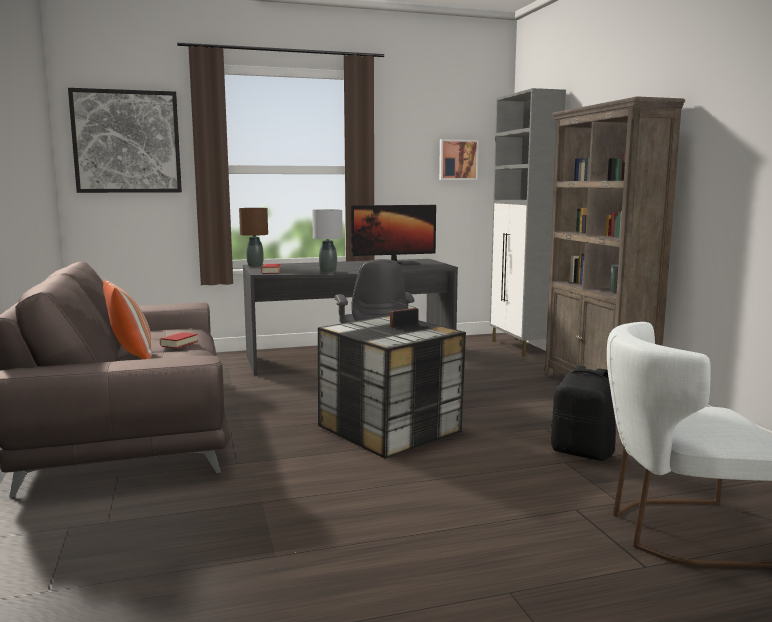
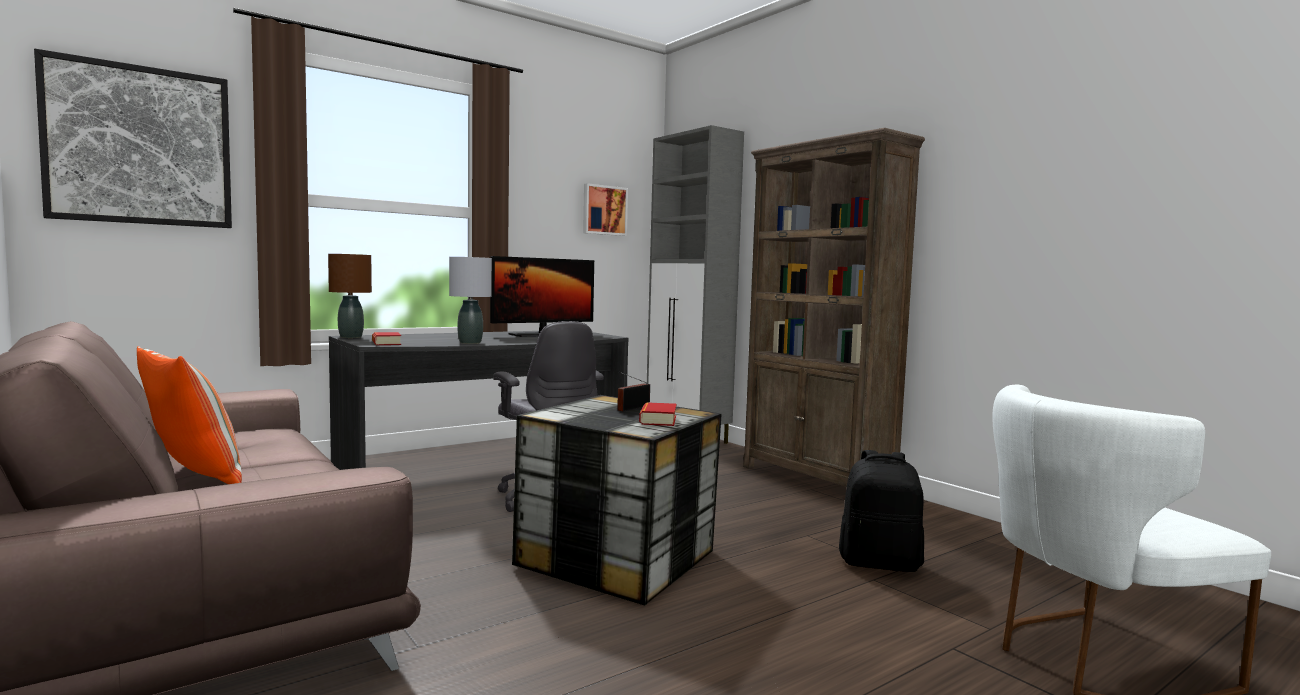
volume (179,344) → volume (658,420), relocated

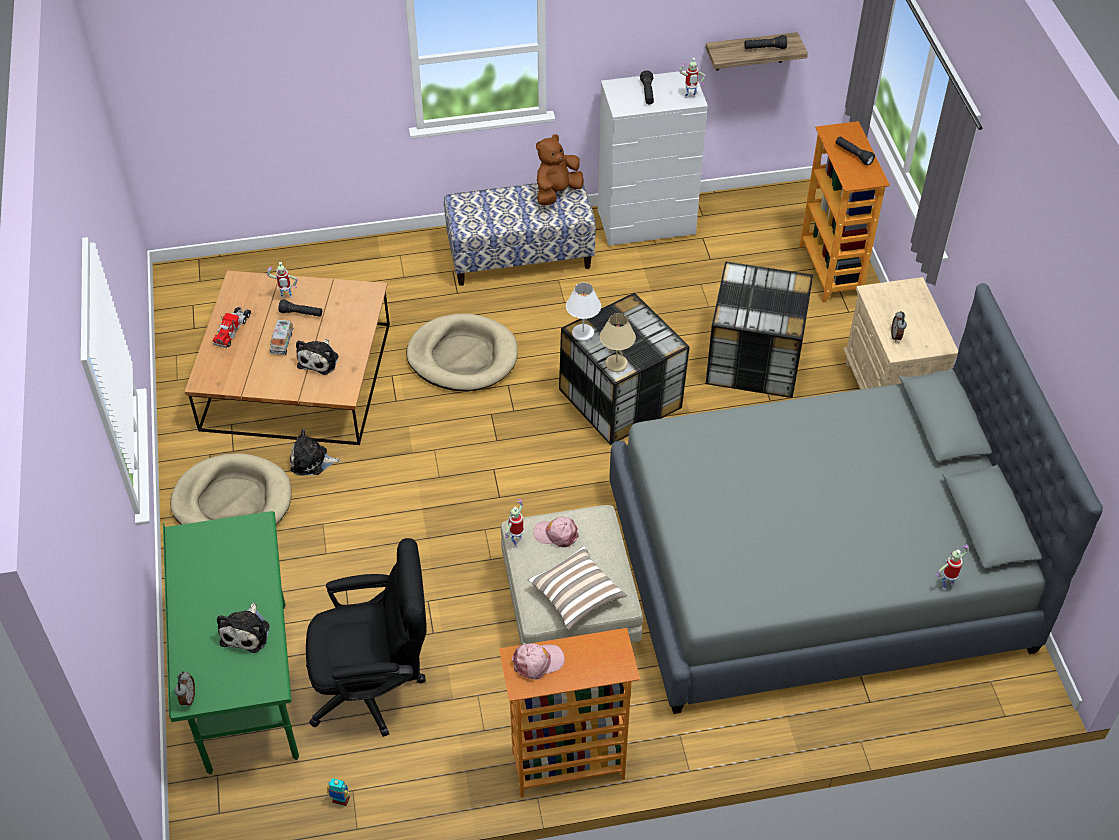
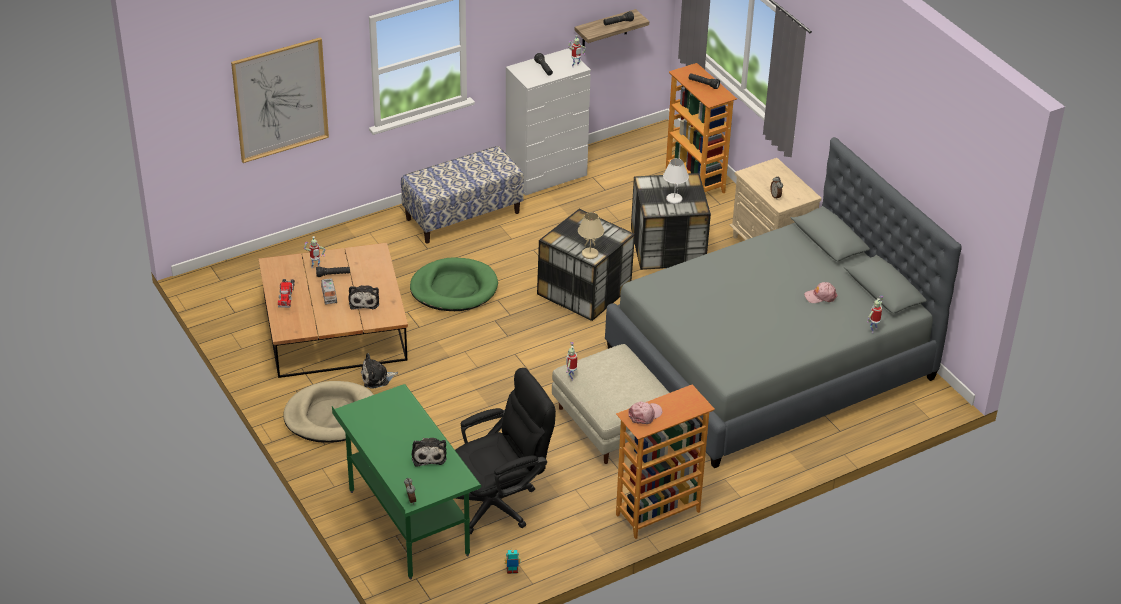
pillow (576,595) → -
cuddly toy (brown) (557,192) → -
- → picture (280,99)
peaked cap (pinkish) (556,534) → peaked cap (pinkish) (820,296), relocated
tabletop lamp (whitish) (582,333) → tabletop lamp (whitish) (673,199), relocated
pet bed (beige-coloured) (463,356) → pet bed (green-coloured) (454,288)

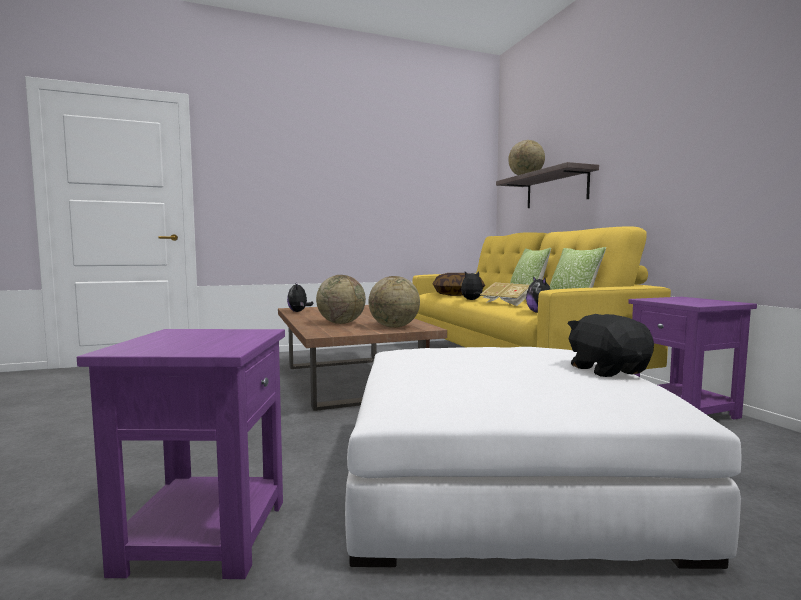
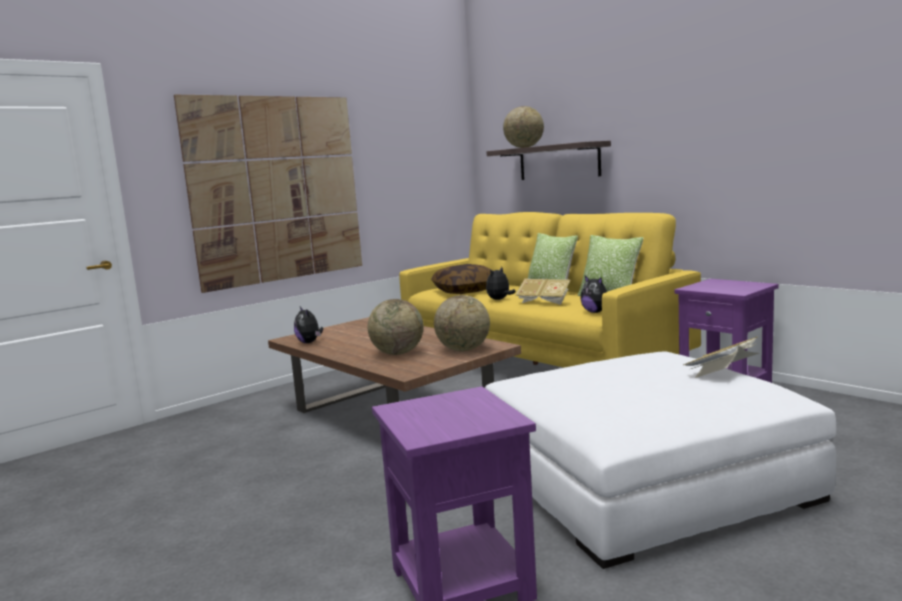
- → picture (276,189)
cuddly toy (blackish) (607,370) → volume (723,373)

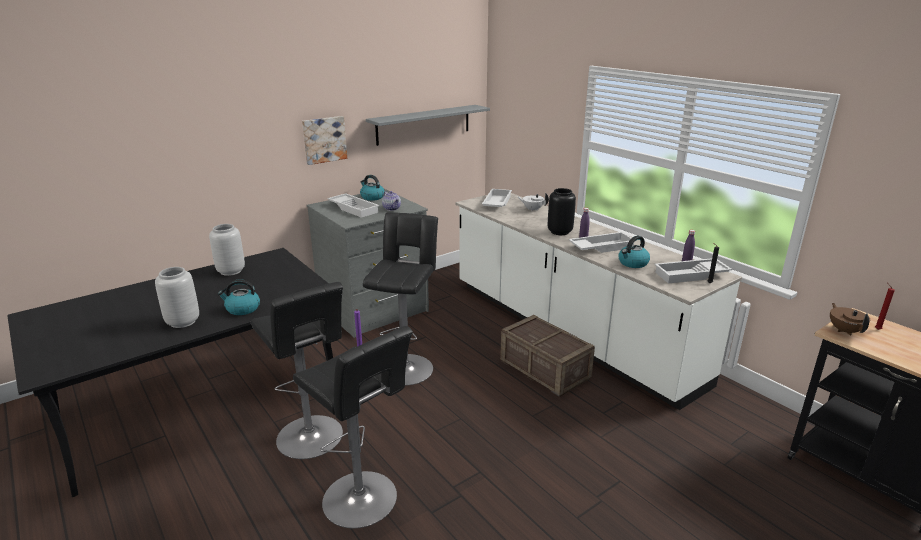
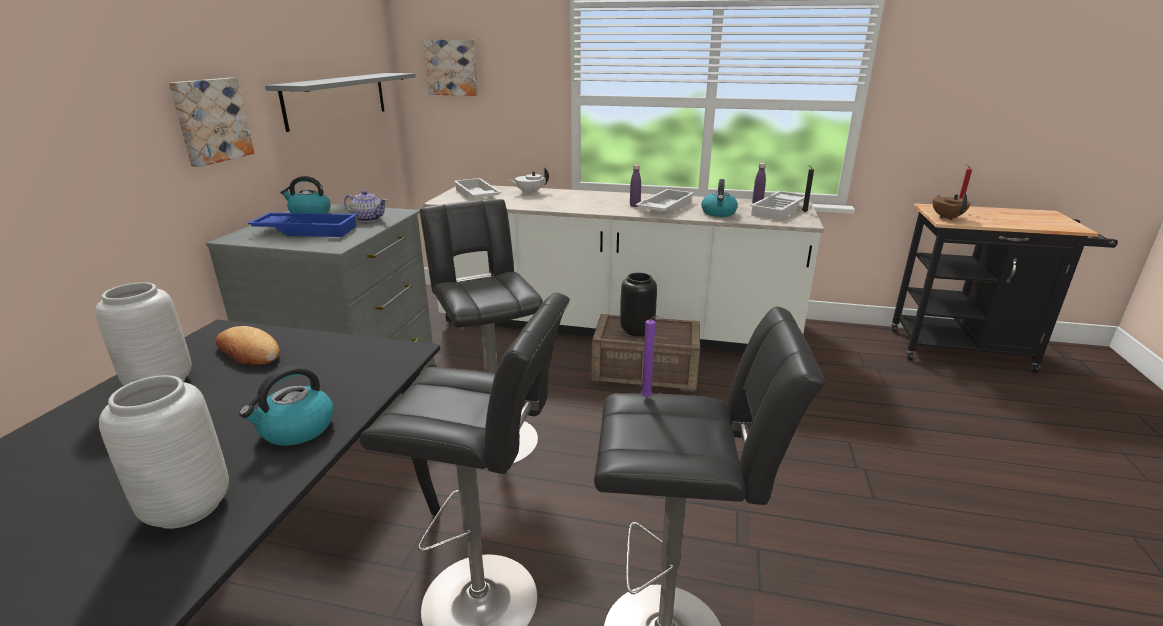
- → baked bread (249,352)
- → picture (452,67)
flower vase (blackish) (559,232) → flower vase (blackish) (636,330), relocated
tray (whitish) (354,208) → tray (blue) (307,230)
pot for tea (brown) (845,330) → pot for tea (brown) (947,217), 45 degrees clockwise

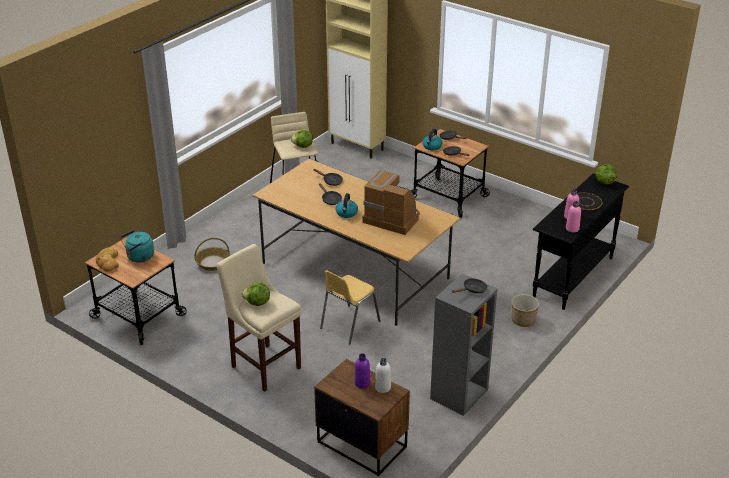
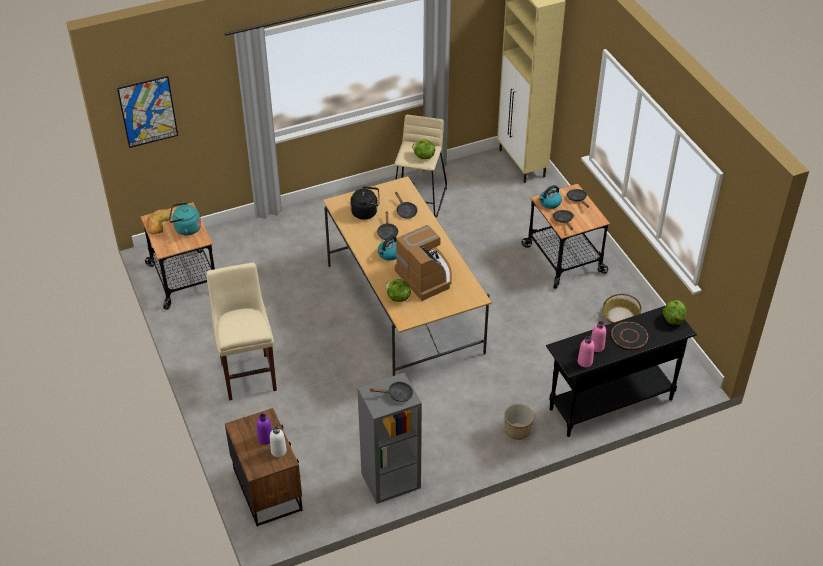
upright chair (yellow) (349,325) → -
- → picture (148,112)
- → kettle (blackish) (366,212)
storage basket (212,263) → storage basket (620,316), relocated
lettuce (257,303) → lettuce (397,298), relocated

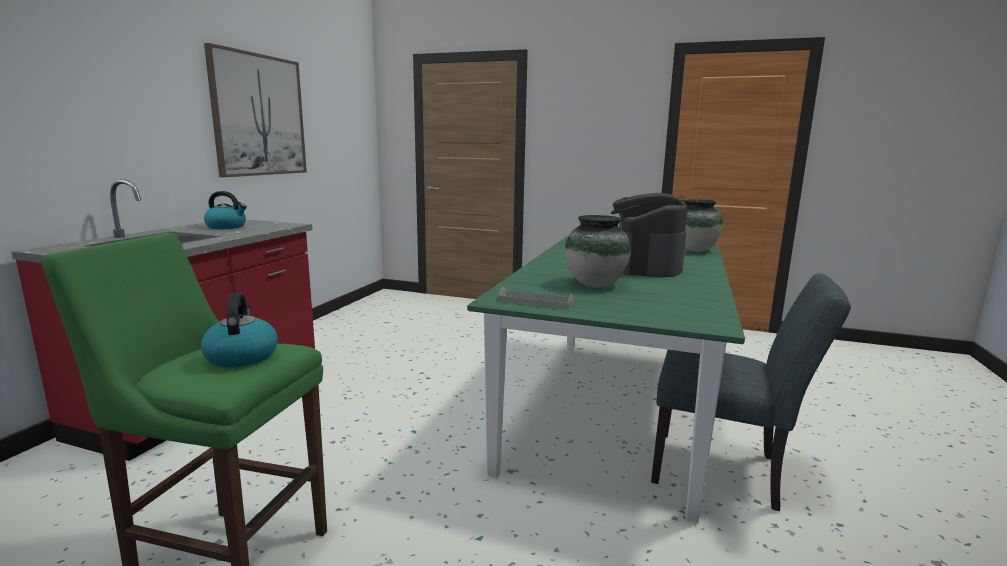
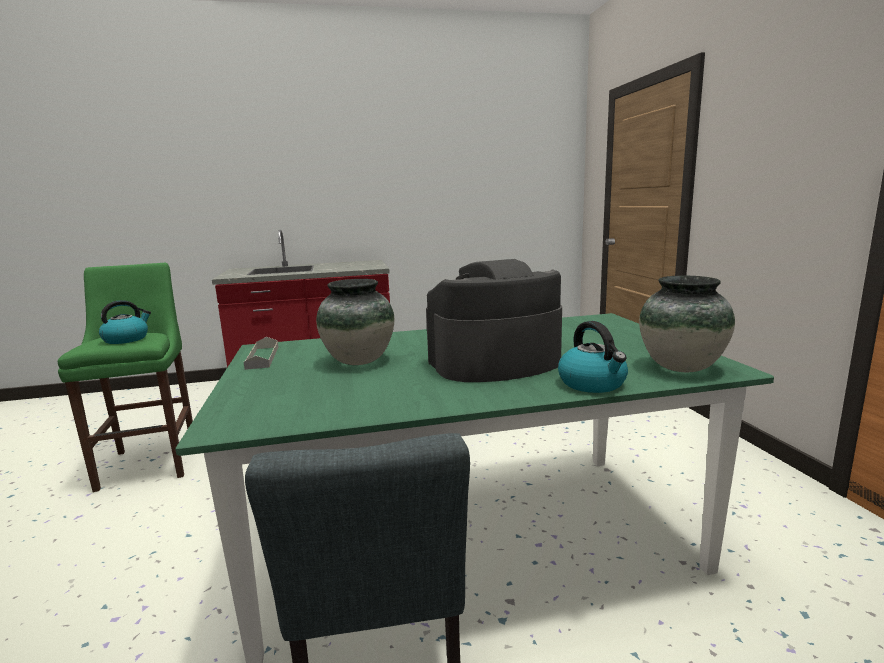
picture (259,115) → -
kettle (227,227) → kettle (593,384), relocated

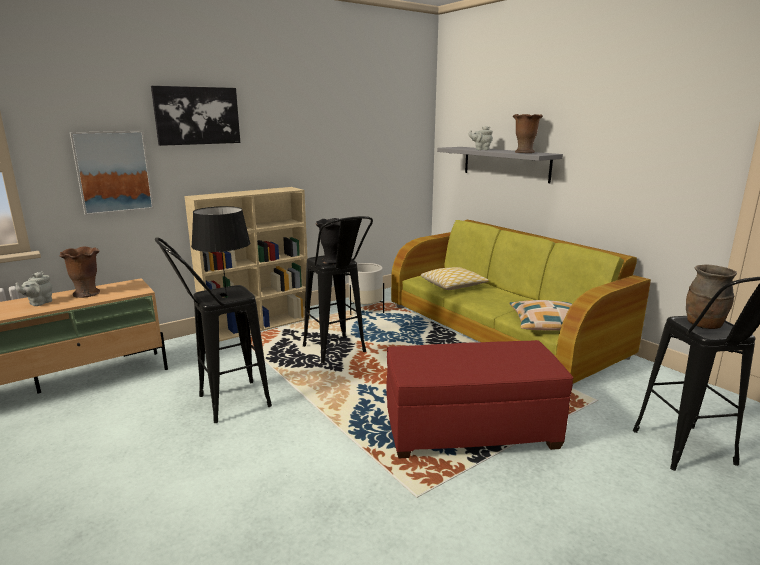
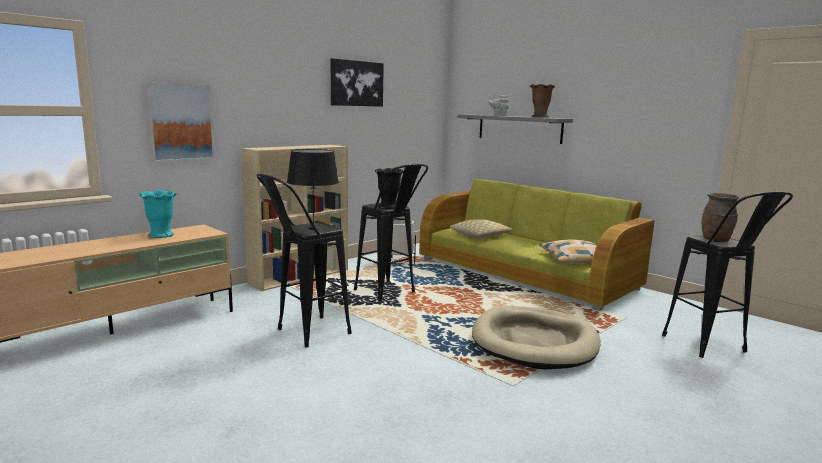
pot for tea (grey) (39,303) → -
picture (197,115) → picture (356,83), relocated
ottoman (red-coloured) (470,431) → pet bed (beige-coloured) (534,342)
flower vase (brown) (87,293) → flower vase (turquoise) (161,235)

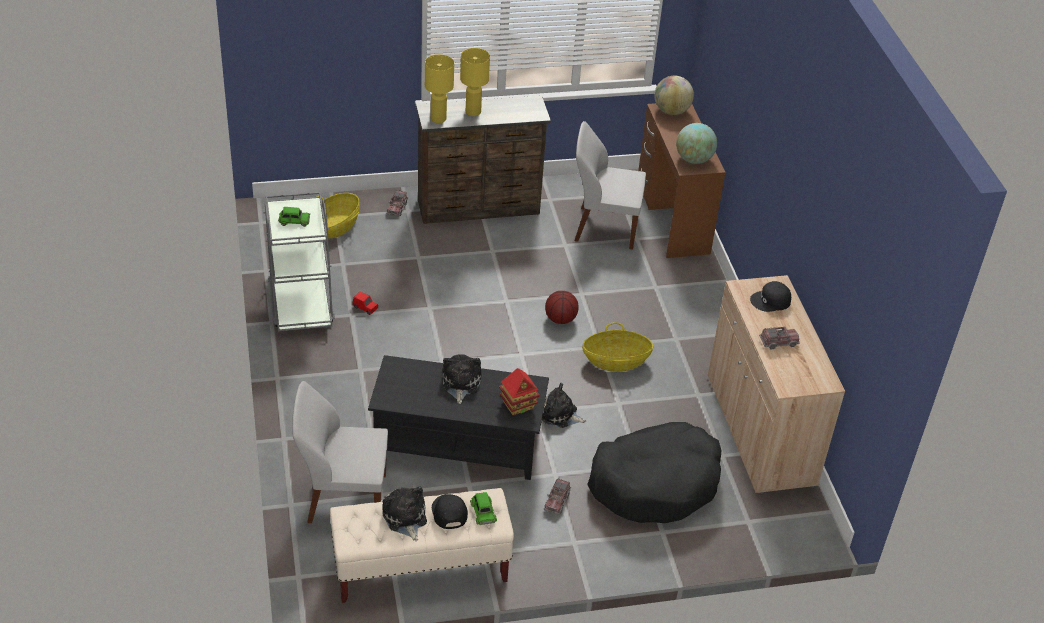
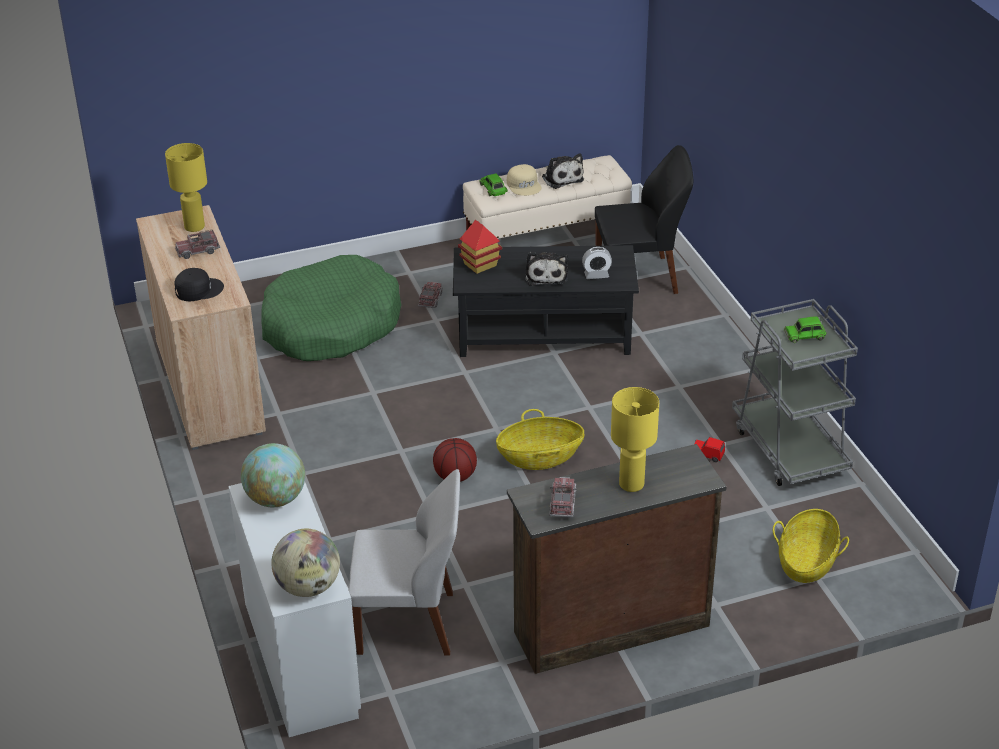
cuddly toy (560,415) → -
- → alarm clock (596,275)
model truck (397,208) → model truck (562,504), relocated
tabletop lamp (yellow) (438,118) → tabletop lamp (yellow) (195,227), relocated
storage basket (615,361) → storage basket (540,457), relocated
upright chair (whitish) (344,498) → upright chair (blackish) (639,277)
peaked cap (blackish) (448,512) → peaked cap (beige-coloured) (524,185)
pet bed (blackish) (655,483) → pet bed (green-coloured) (330,326)
desk table (brown) (673,218) → desk table (whitish) (300,658)

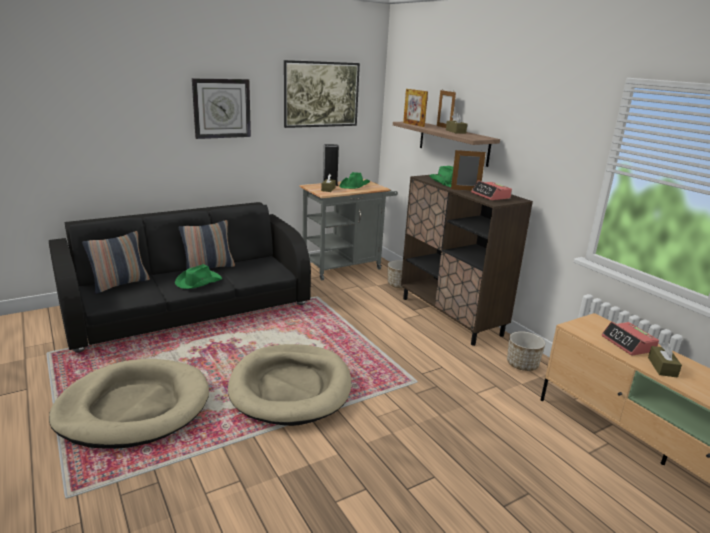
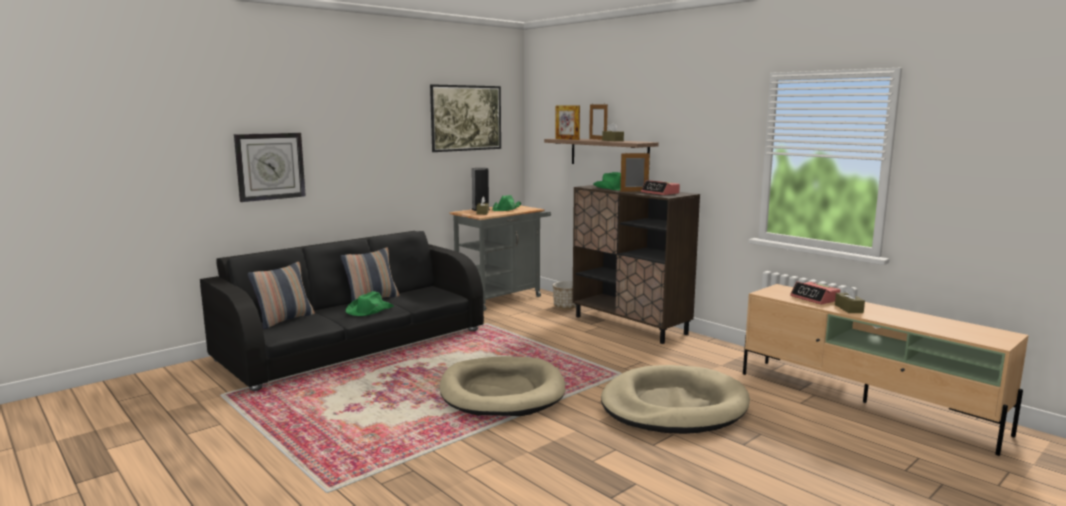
flower pot (522,365) → -
pet bed (beige-coloured) (134,407) → pet bed (beige-coloured) (673,406), relocated
clock on the wall (221,108) → clock on the wall (270,166), relocated

